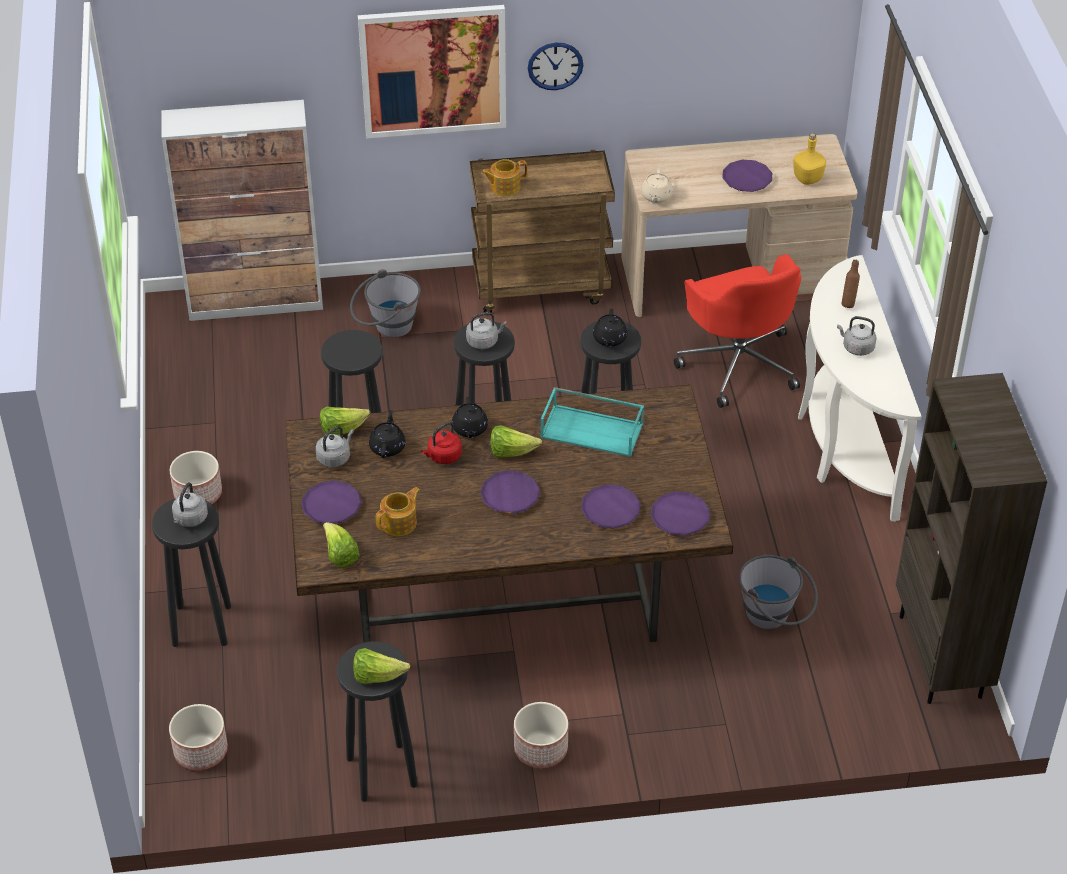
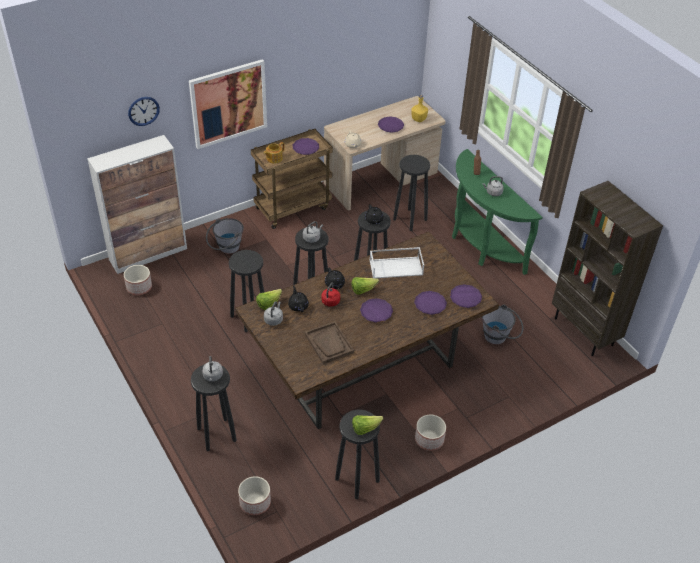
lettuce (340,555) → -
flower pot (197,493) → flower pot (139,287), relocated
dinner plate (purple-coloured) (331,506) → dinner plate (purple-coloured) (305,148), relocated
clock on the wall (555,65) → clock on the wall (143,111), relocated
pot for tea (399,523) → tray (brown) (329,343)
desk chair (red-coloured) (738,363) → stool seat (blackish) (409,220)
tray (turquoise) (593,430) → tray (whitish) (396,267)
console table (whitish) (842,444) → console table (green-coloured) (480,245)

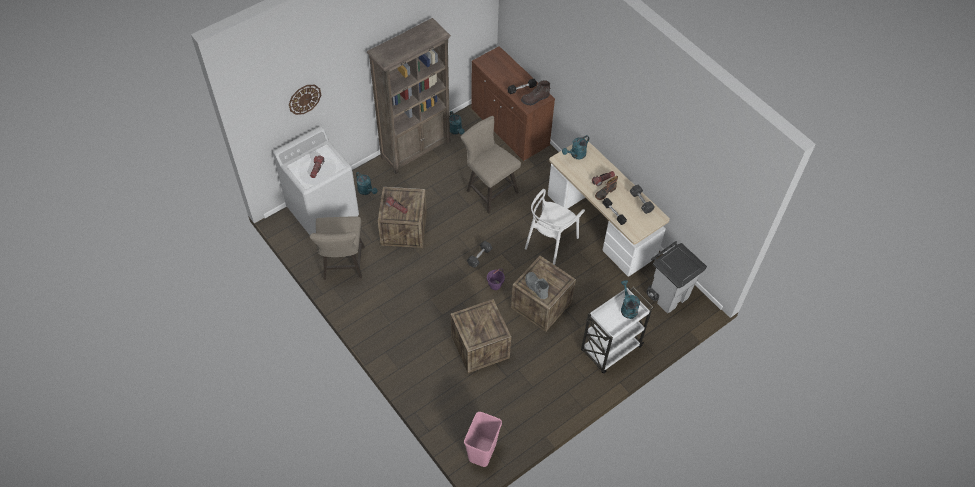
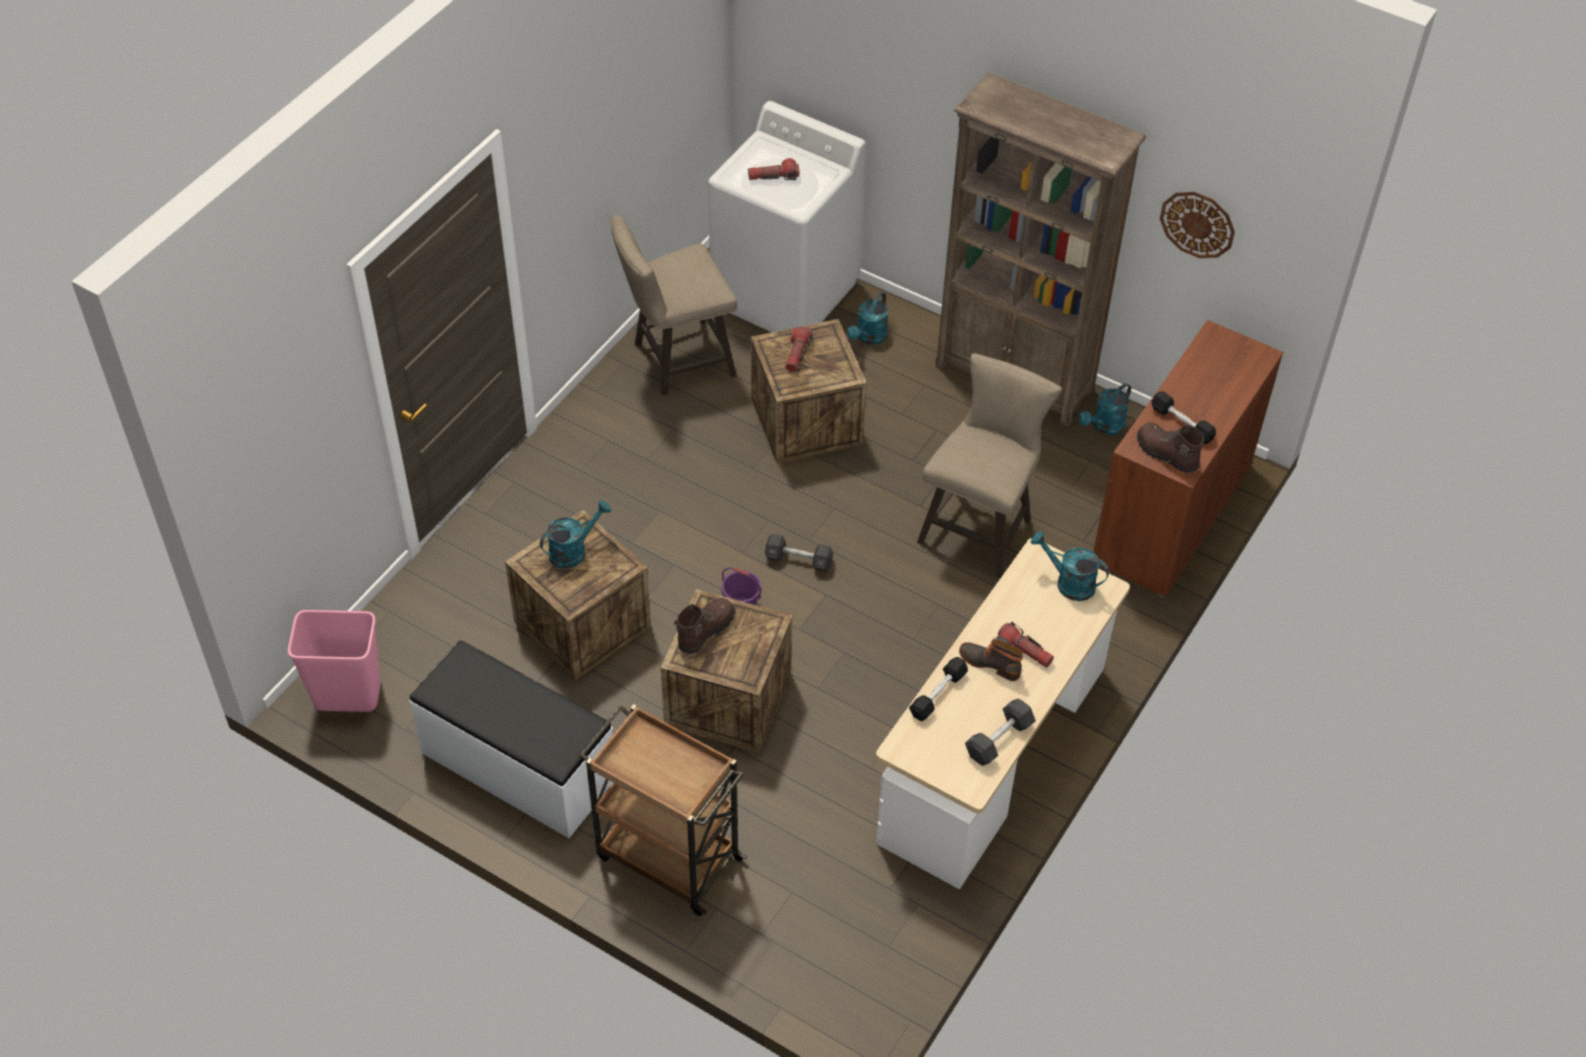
upright chair (whitish) (550,241) → -
rubbish bin (grey) (668,294) → -
- → indoor bench (whitish) (518,767)
clock on the wall (304,99) → clock on the wall (1197,224), relocated
watering can (turquoise) (627,308) → watering can (turquoise) (573,550), relocated
tall boot (grey) (536,287) → tall boot (brown) (705,630)
wheeled cart (whitish) (610,349) → wheeled cart (brown) (667,856)

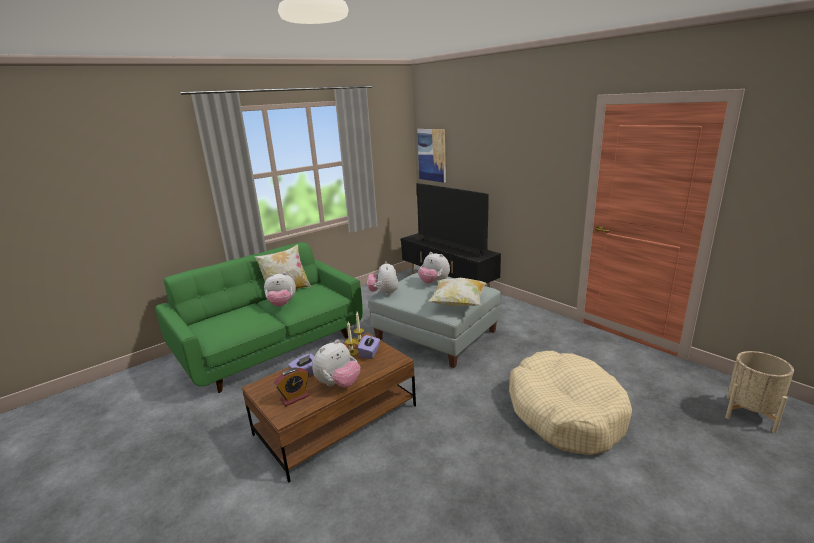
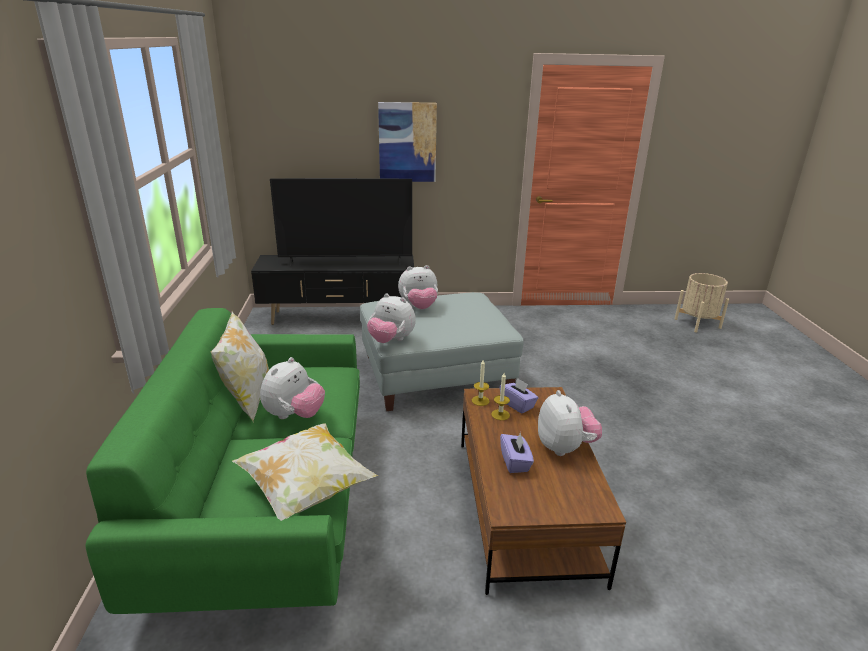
alarm clock (295,398) → -
pet bed (beige-coloured) (565,412) → -
picture (432,155) → picture (407,142), relocated
pillow (458,304) → pillow (306,489), relocated

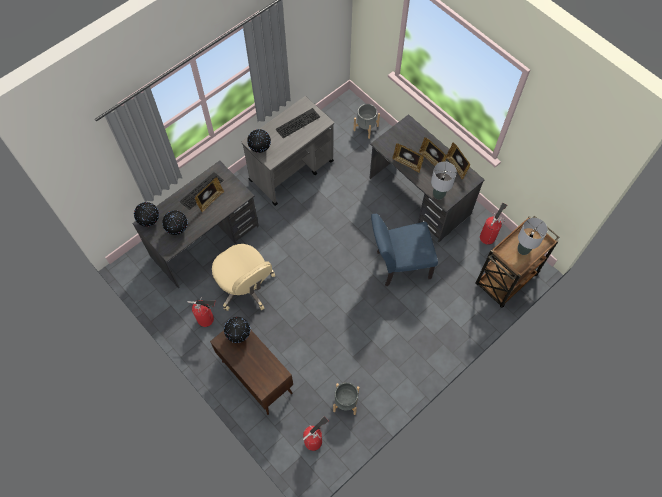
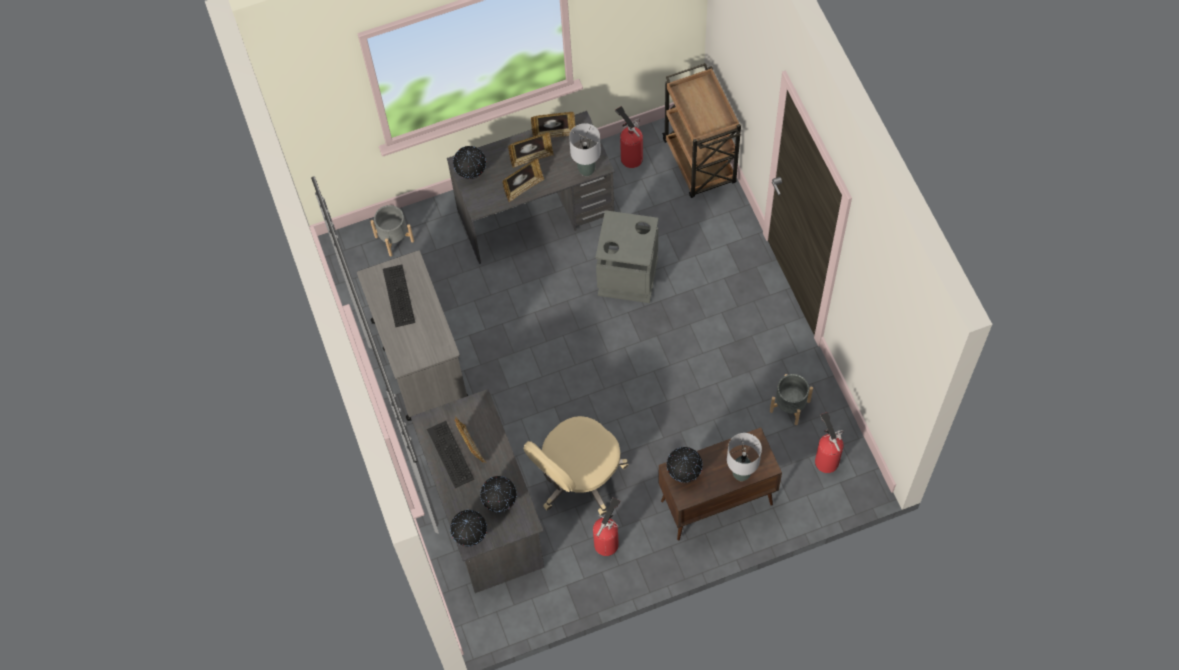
globe (260,149) → globe (471,173), relocated
tabletop lamp (grey) (523,249) → tabletop lamp (grey) (741,473), relocated
upright chair (blue) (398,265) → rubbish bin (grey) (627,276)
desk chair (beige-coloured) (245,286) → desk chair (beige-coloured) (578,477), 150 degrees clockwise

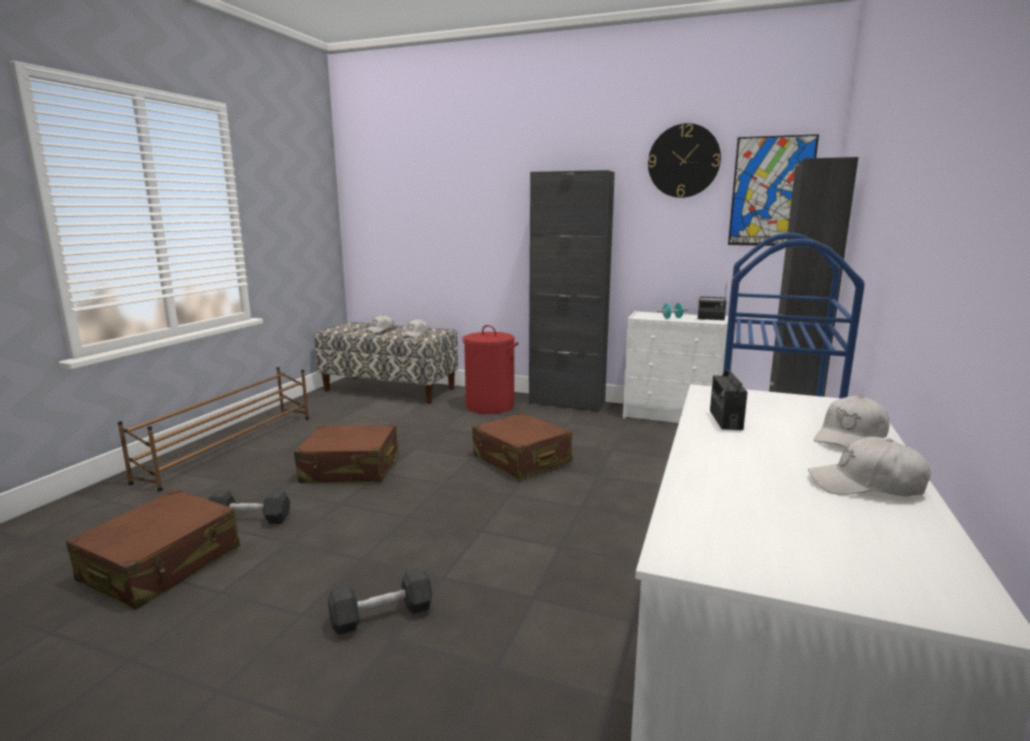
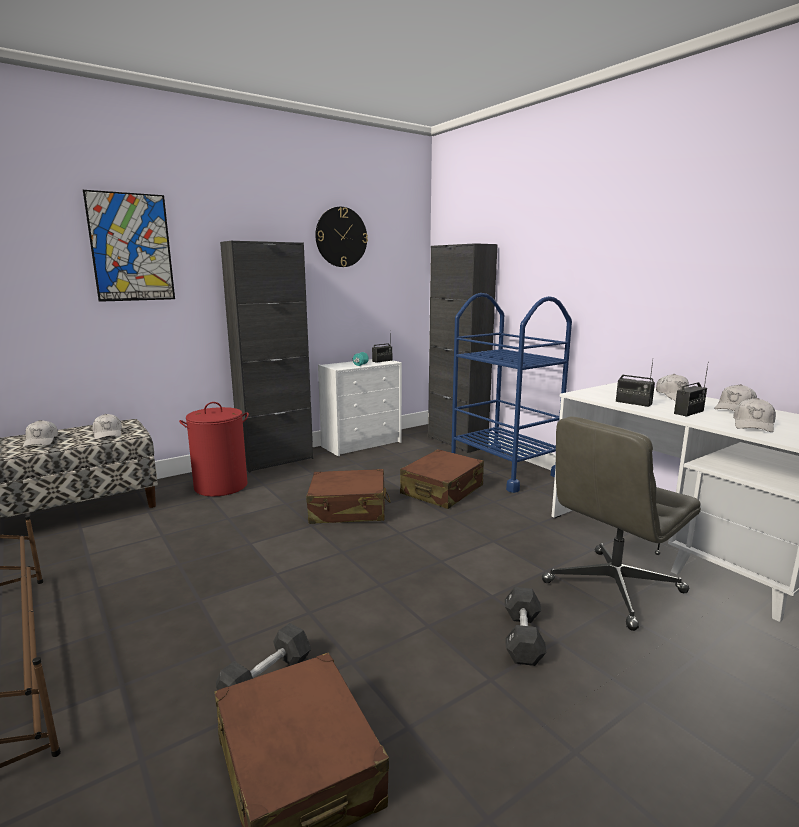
- → desk chair (grey) (612,588)
- → radio receiver (689,412)
- → peaked cap (whitish) (753,425)
travel case (brown) (351,469) → travel case (brown) (442,490), relocated
picture (771,192) → picture (131,247), relocated

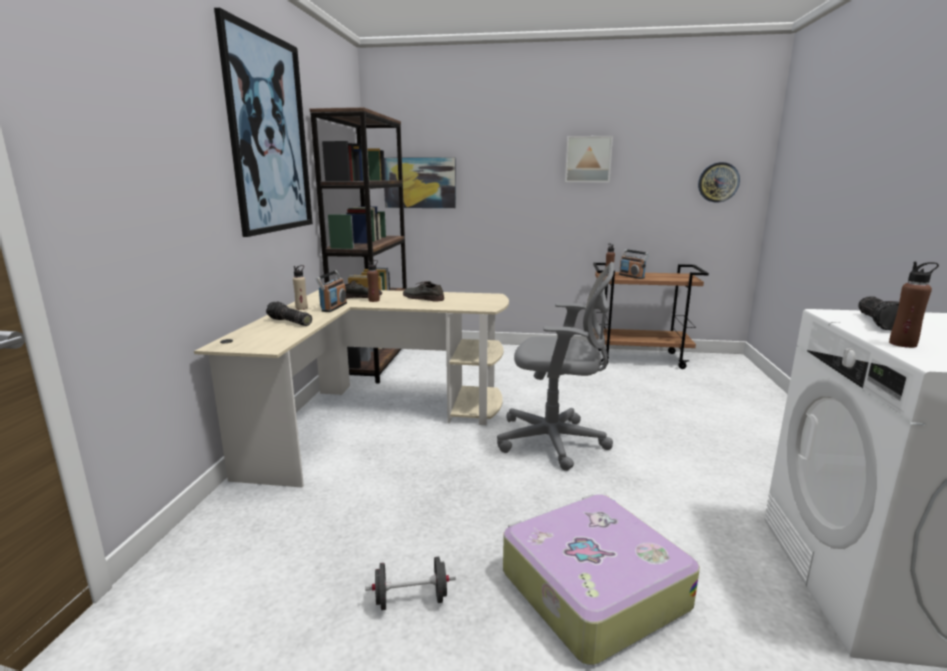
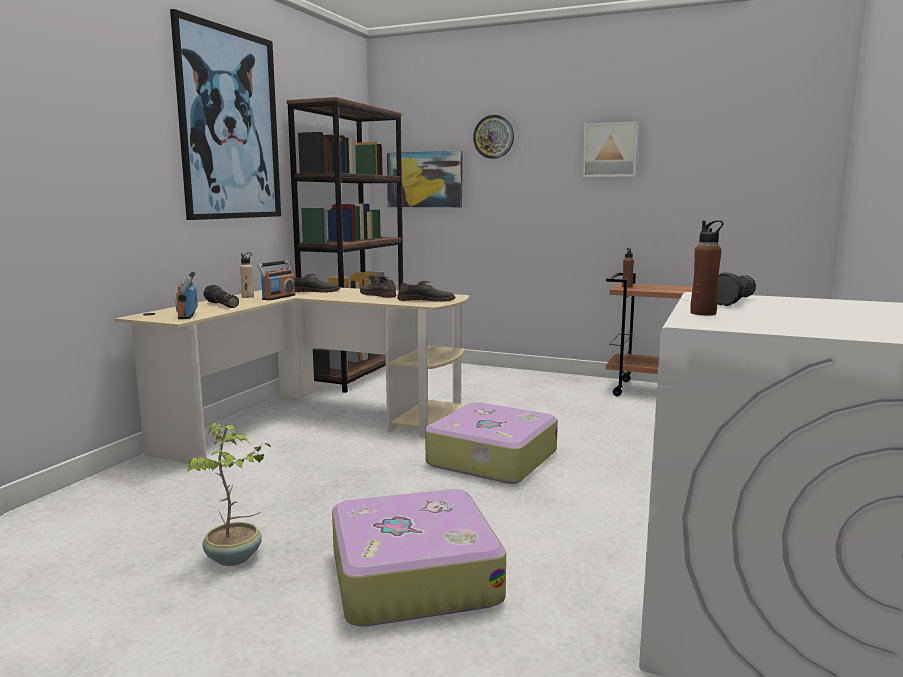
beverage bottle (brown) (374,300) → -
- → low shoe (grey) (426,300)
radio receiver (631,276) → radio receiver (187,315), relocated
clock on the wall (718,182) → clock on the wall (493,137), relocated
free weight (blackish) (411,599) → plant in a pot (235,558)
desk chair (grey) (556,442) → travel case (490,458)

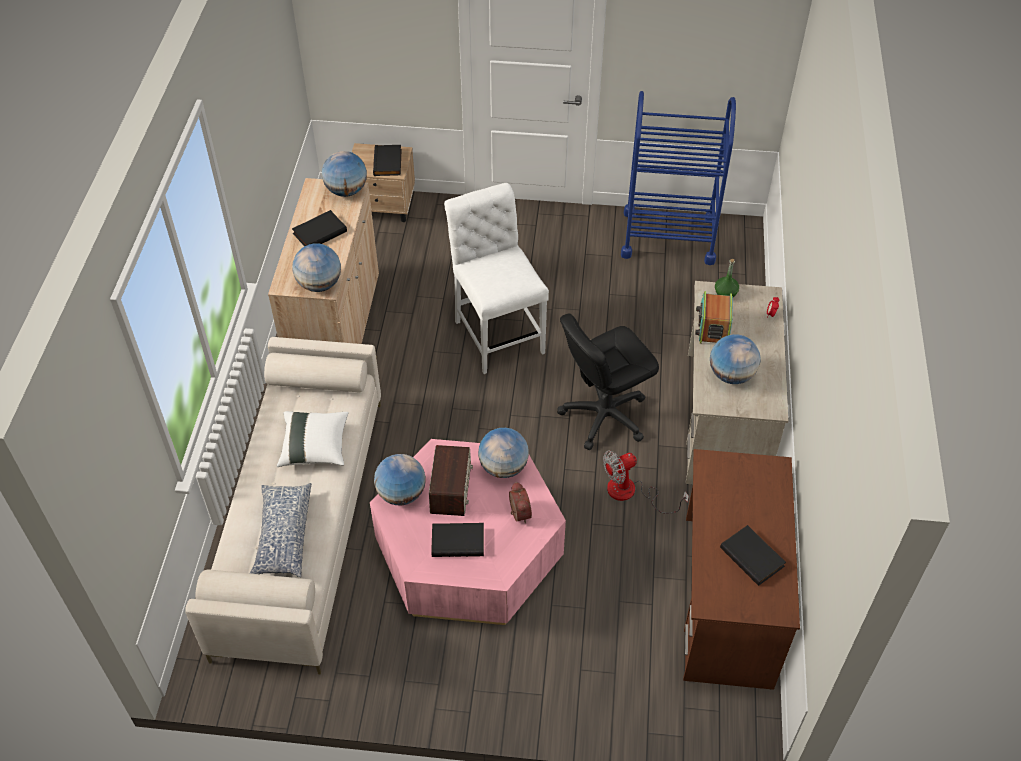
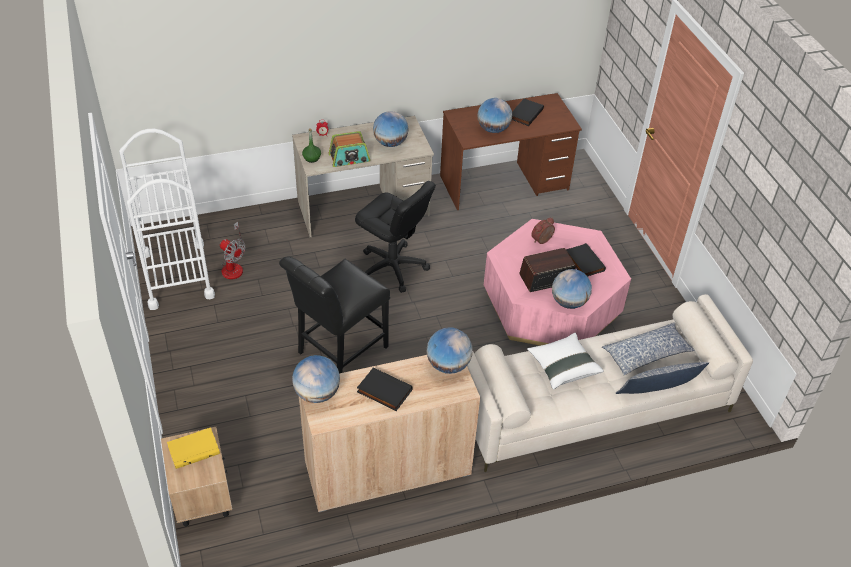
- → pillow (658,389)
globe (503,467) → globe (493,129), relocated
cooling fan (631,493) → cooling fan (233,266), relocated
volume (blackish) (388,162) → volume (yellow) (194,449)
upright chair (whitish) (497,332) → upright chair (blackish) (338,352)
wheeled cart (blue) (668,237) → wheeled cart (whitish) (176,275)

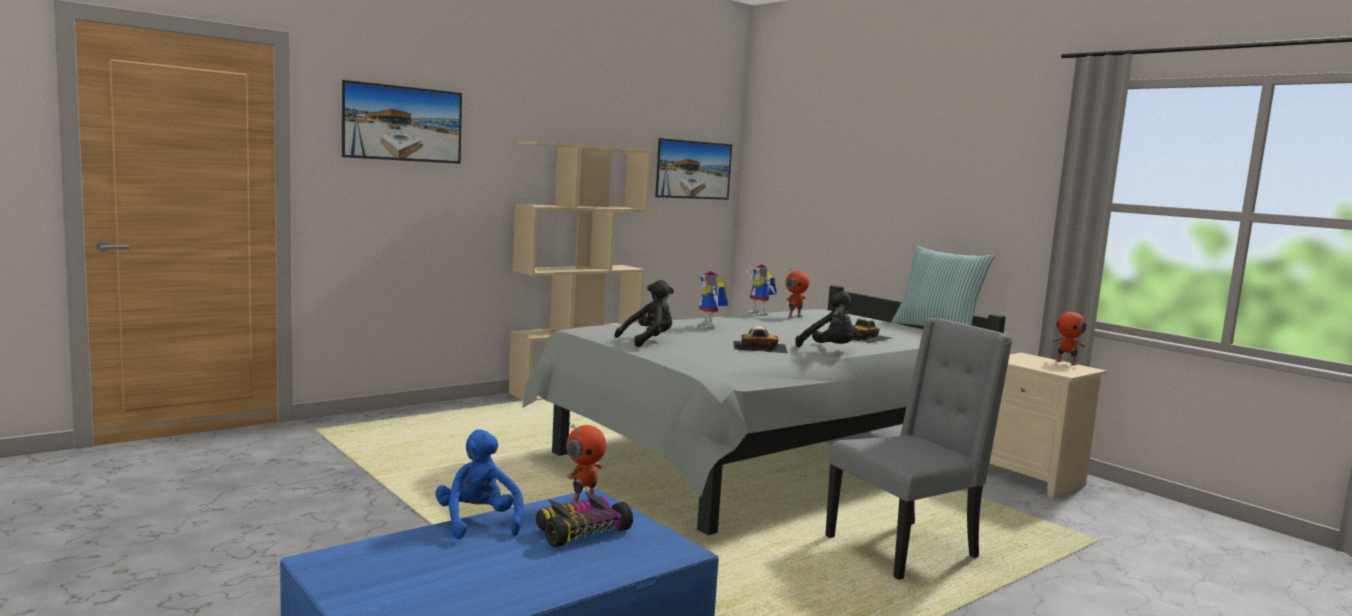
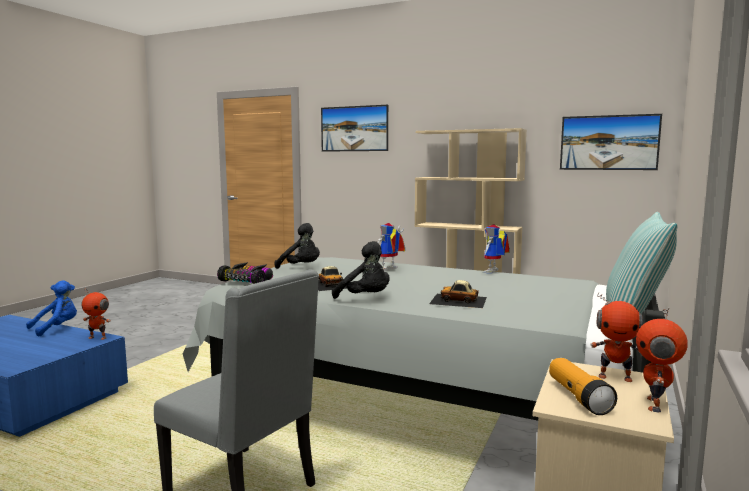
- → torch (578,397)
miniature car (580,531) → miniature car (247,281), relocated
toy robot (794,316) → toy robot (615,377), relocated
cuddly toy (blackish) (830,350) → cuddly toy (blackish) (365,298), 75 degrees counterclockwise

